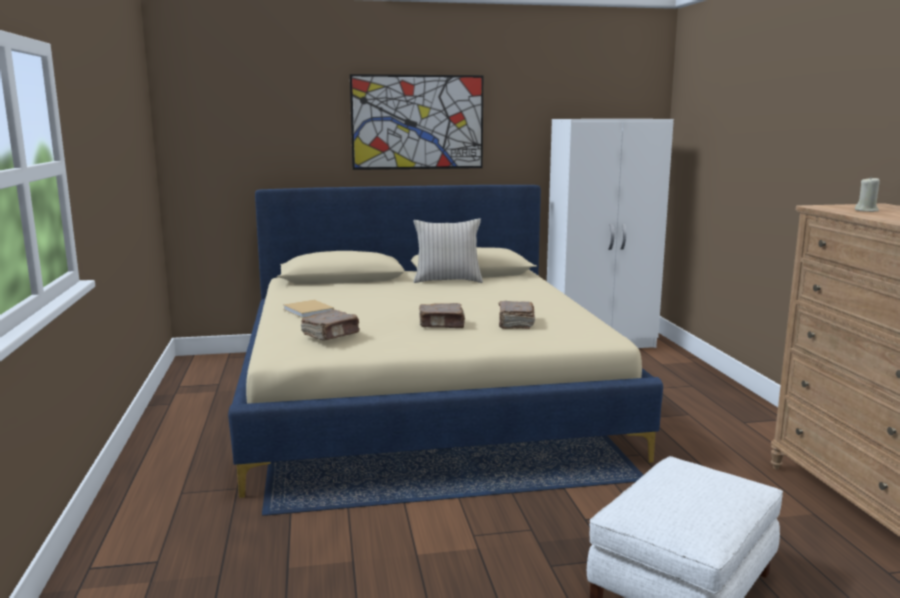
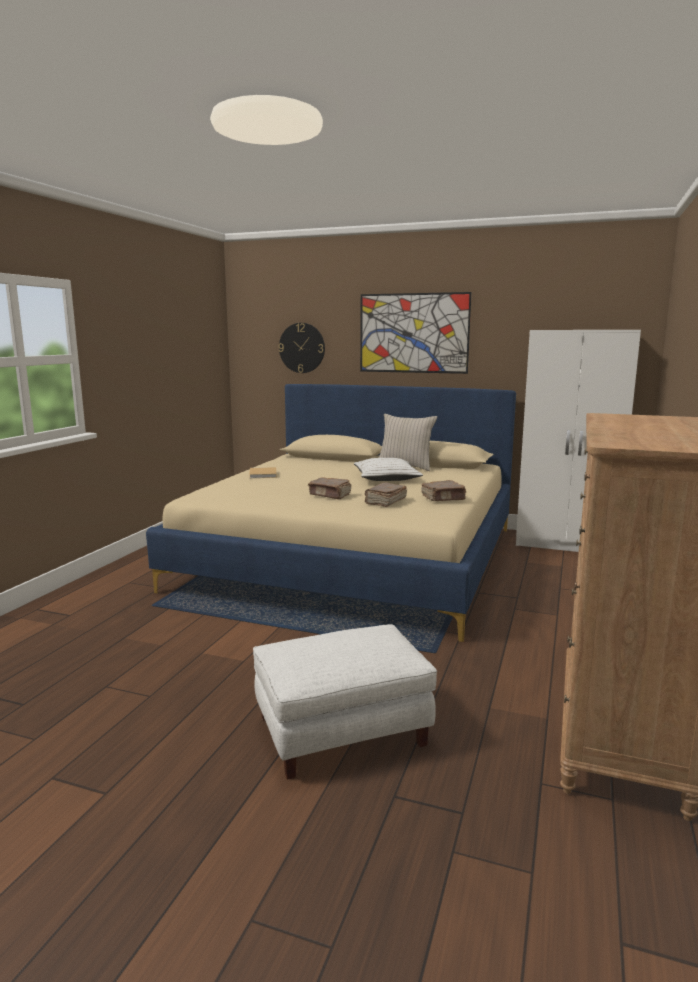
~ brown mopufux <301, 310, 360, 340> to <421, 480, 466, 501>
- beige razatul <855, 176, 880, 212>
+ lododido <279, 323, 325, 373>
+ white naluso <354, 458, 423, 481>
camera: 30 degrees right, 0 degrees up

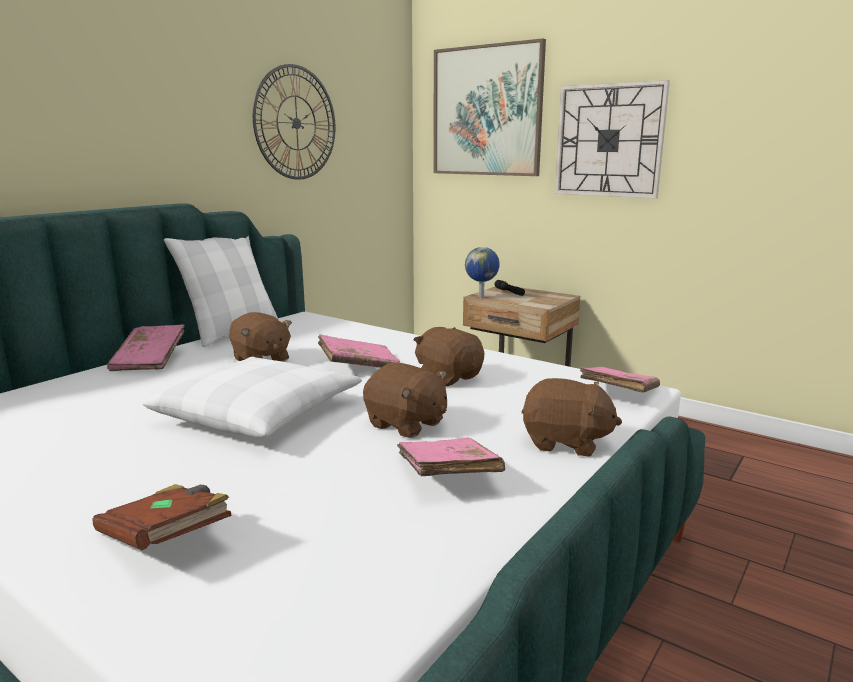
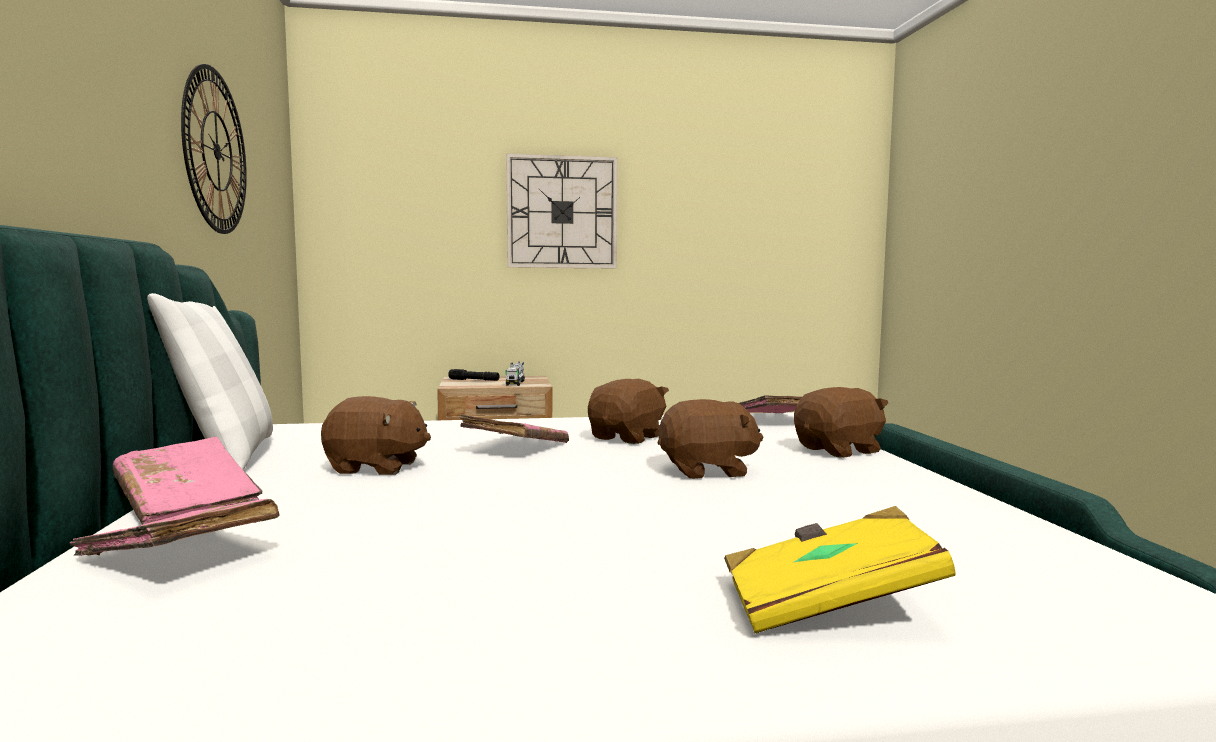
~ brown mopufux <93, 484, 232, 550> to yellow mopufux <724, 506, 956, 633>
- white naluso <143, 357, 362, 439>
~ pink mopufux <397, 438, 505, 476> to <70, 499, 279, 556>
~ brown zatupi <413, 327, 484, 386> = <588, 379, 669, 444> 120 degrees clockwise
- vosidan <433, 38, 546, 176>
- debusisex <465, 247, 500, 298>
+ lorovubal <505, 362, 525, 386>
camera: 45 degrees left, 10 degrees down

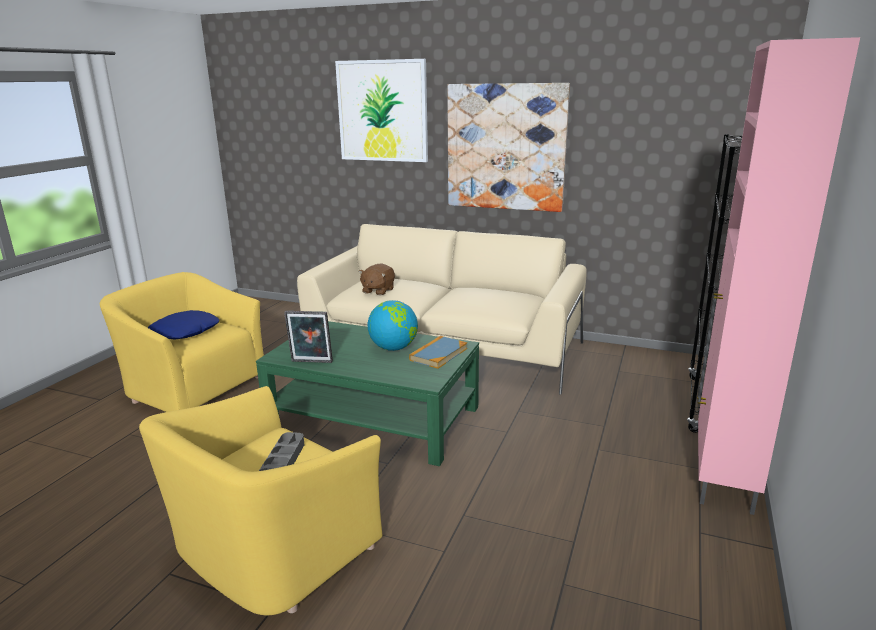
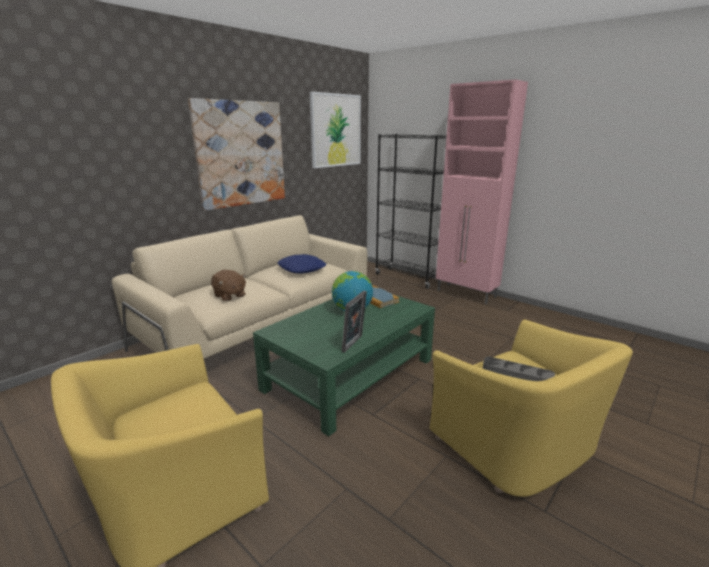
~ blue naluso <148, 310, 219, 340> to <277, 254, 326, 274>
~ vosidan <335, 59, 428, 162> to <310, 92, 361, 168>
camera: 70 degrees left, 0 degrees up

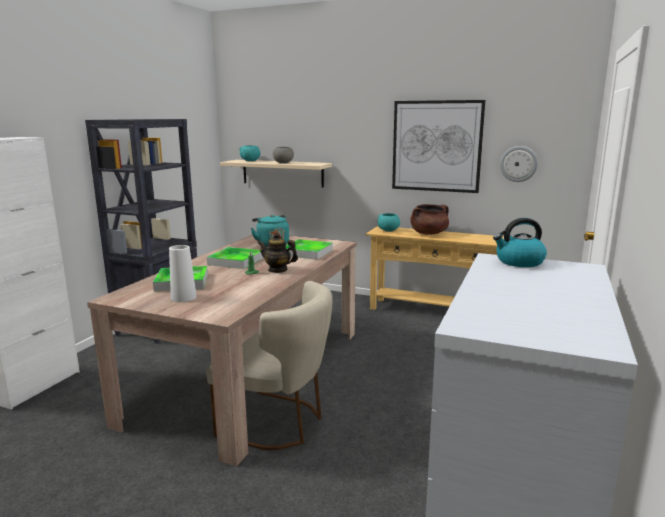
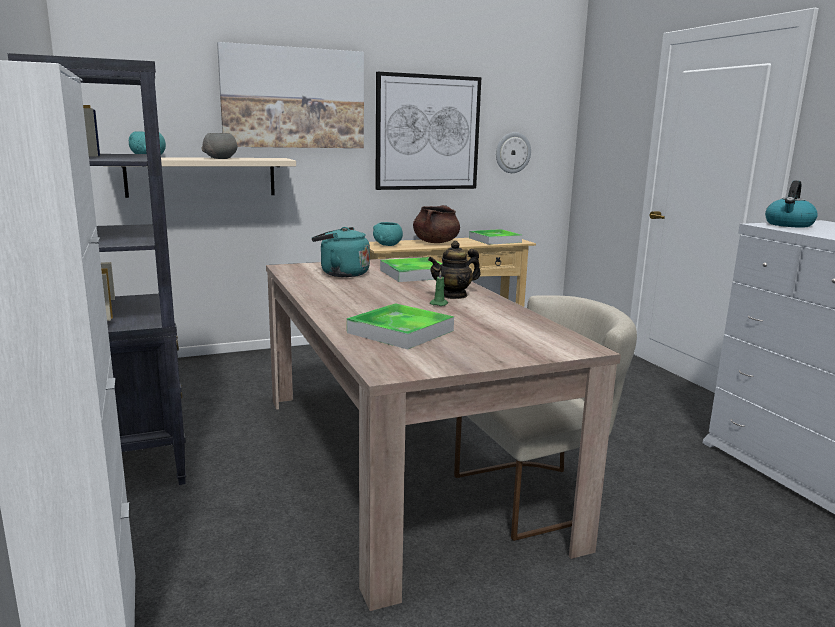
- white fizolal <169, 245, 197, 302>
~ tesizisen <207, 247, 264, 269> to <469, 229, 522, 245>
+ vosidan <217, 42, 364, 148>
camera: 45 degrees left, 0 degrees up

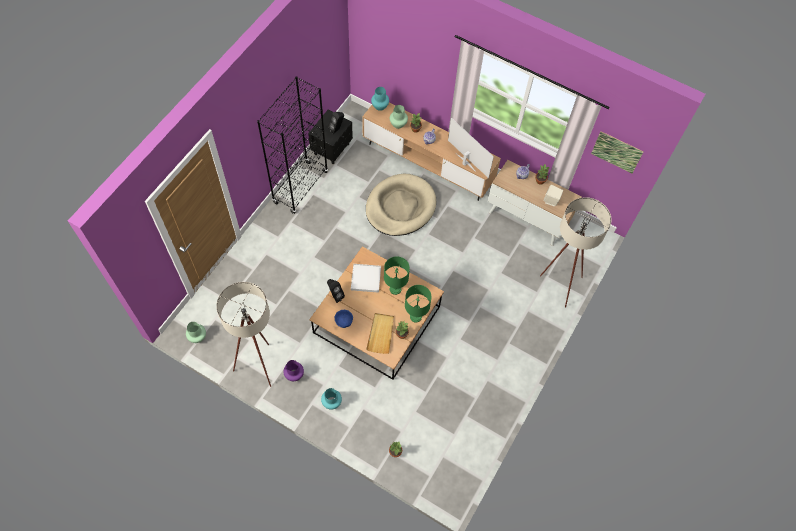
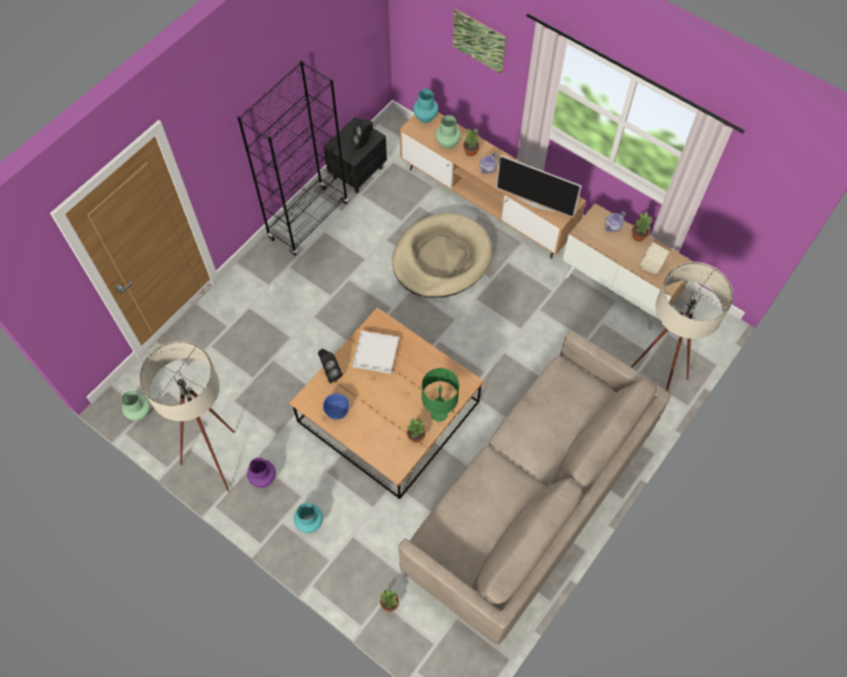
- beige tesizisen <366, 313, 394, 354>
- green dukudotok <384, 256, 410, 295>
~ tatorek <448, 118, 494, 178> = <496, 155, 581, 218> 150 degrees clockwise
~ vosidan <591, 131, 644, 174> to <453, 9, 506, 74>
+ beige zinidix <399, 331, 671, 645>
camera: 10 degrees right, 0 degrees up

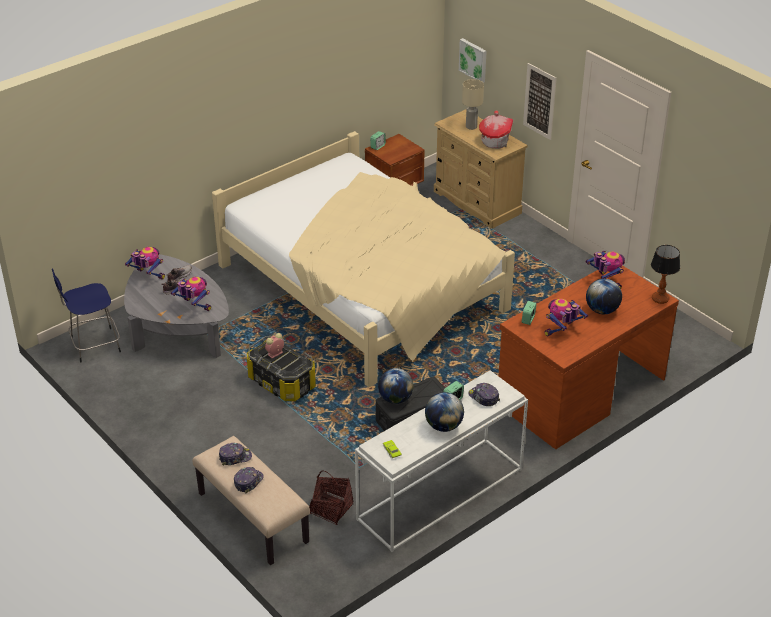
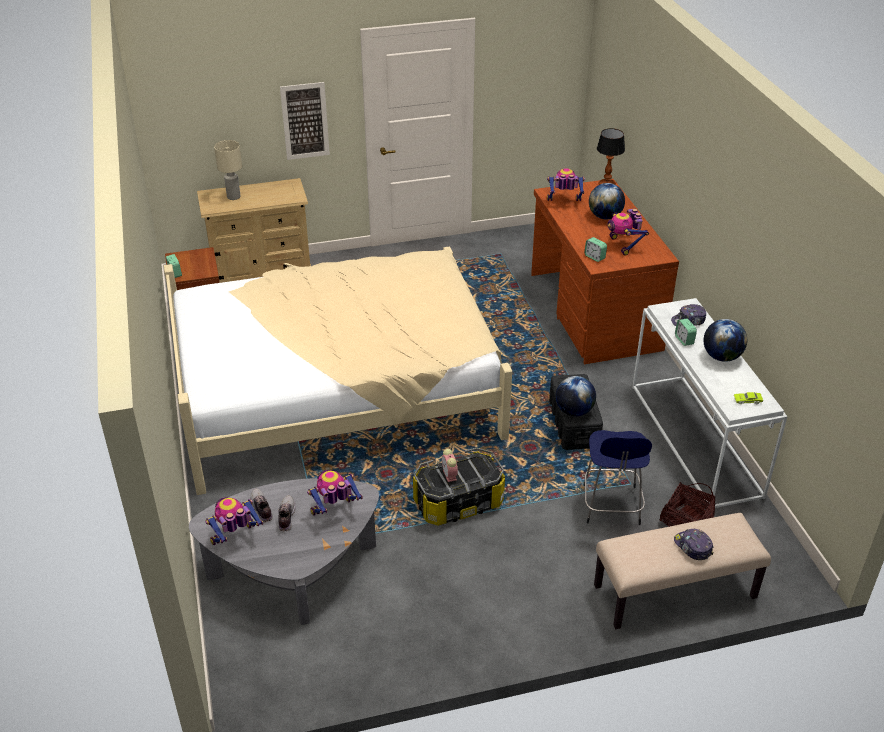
~ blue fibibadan <52, 269, 121, 362> to <583, 430, 652, 525>
- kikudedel <219, 443, 252, 465>
- vosidan <459, 38, 487, 83>
- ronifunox <479, 111, 513, 149>
camera: 65 degrees left, 0 degrees up

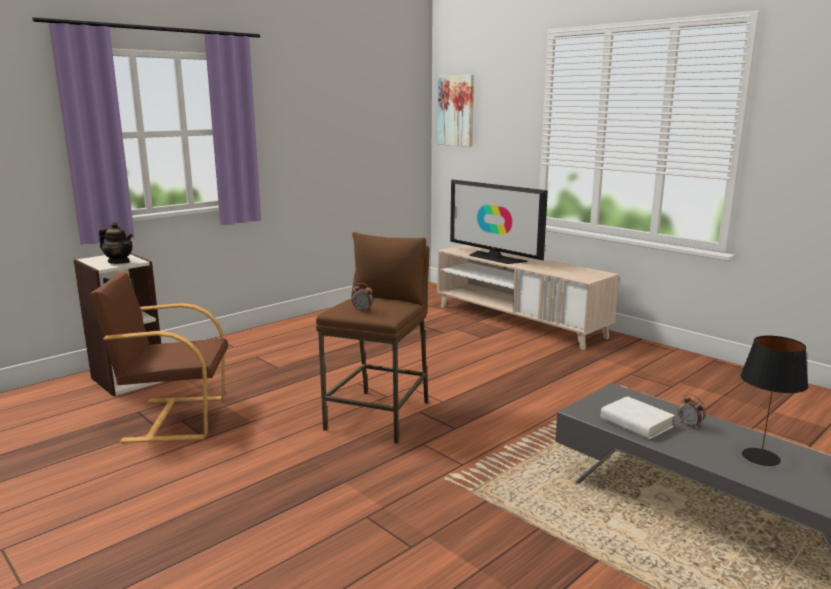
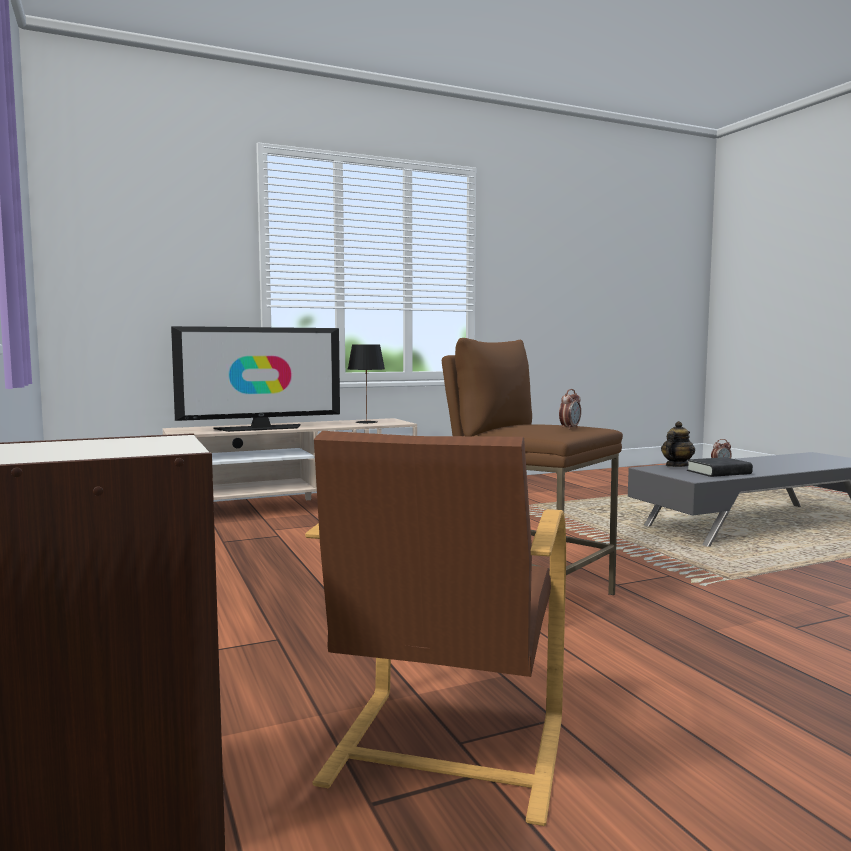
~ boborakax <99, 222, 133, 264> to <661, 421, 695, 467>
- vosidan <438, 75, 474, 147>
~ white mopufux <601, 396, 675, 439> to black mopufux <687, 457, 753, 477>
~ black dukudotok <740, 336, 808, 466> to <348, 345, 385, 424>
camera: 70 degrees left, 10 degrees down

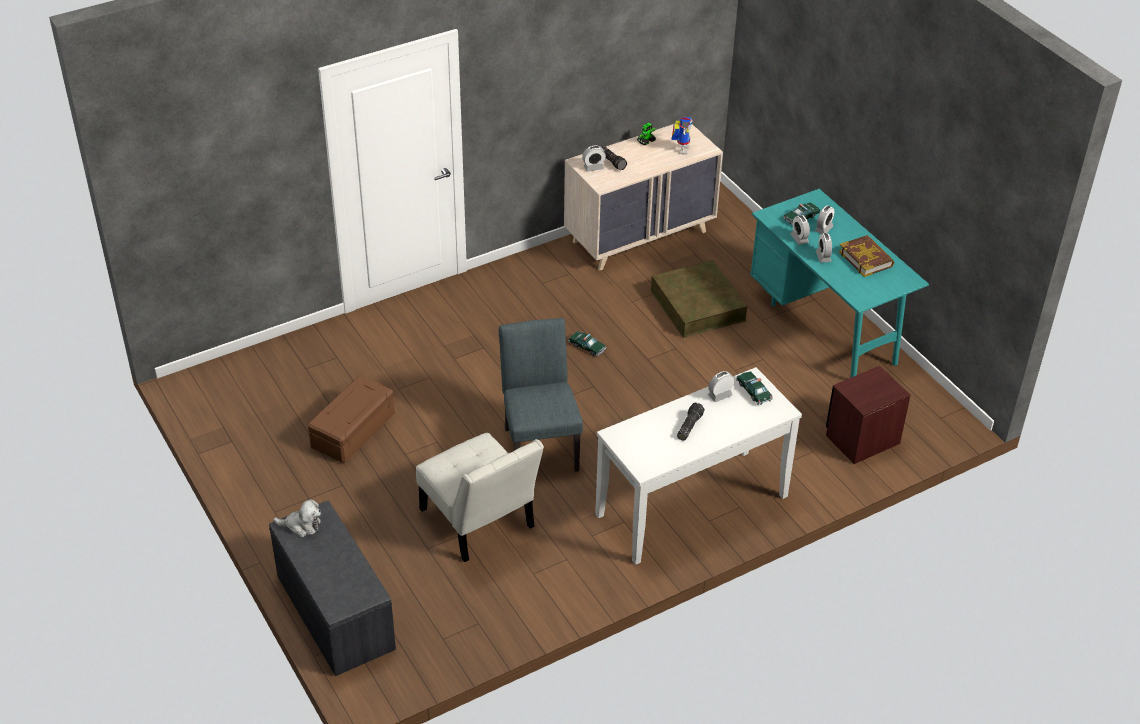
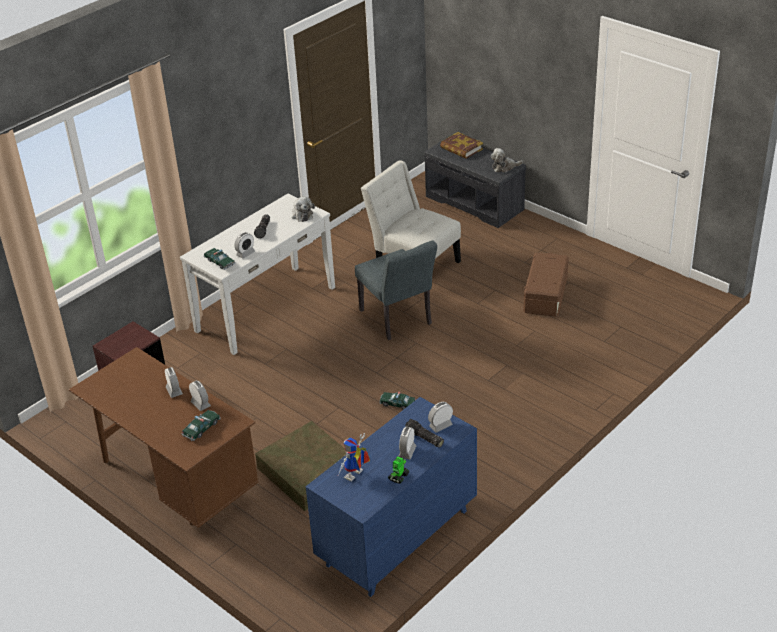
~ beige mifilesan <564, 124, 723, 271> to blue mifilesan <306, 397, 477, 597>
~ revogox <671, 117, 693, 155> = <337, 433, 370, 482> 45 degrees clockwise
~ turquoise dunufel <750, 189, 929, 378> to brown dunufel <69, 347, 259, 528>
~ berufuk <815, 205, 835, 234> to <398, 427, 416, 459>
~ mopufux <839, 235, 894, 277> to <440, 132, 483, 159>
+ zatupi <292, 196, 315, 222>
camera: 165 degrees right, 5 degrees down

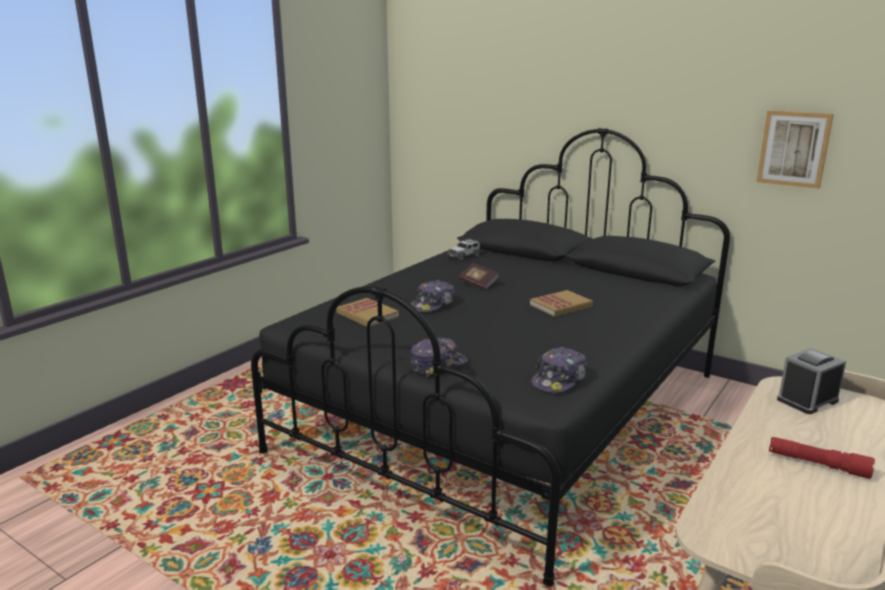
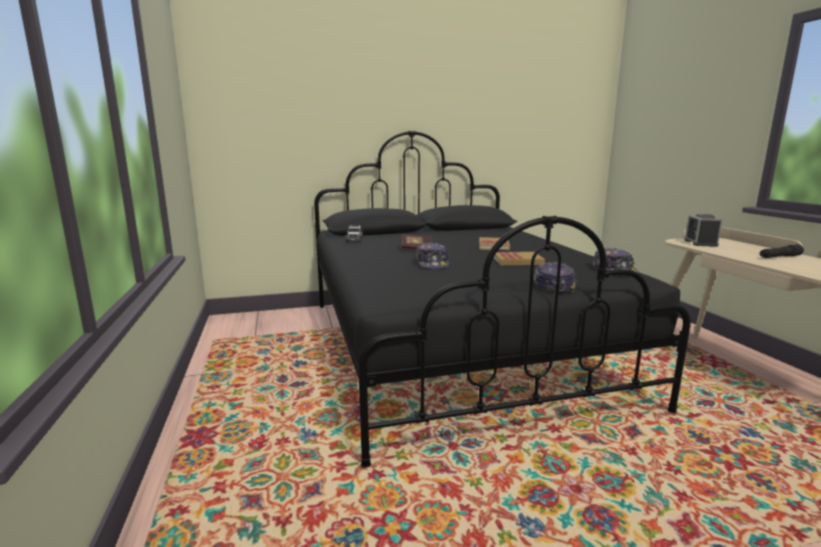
~ mopufux <336, 298, 399, 327> to <493, 252, 545, 265>
- vosidan <756, 110, 834, 189>
~ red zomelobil <769, 437, 875, 479> to black zomelobil <760, 244, 804, 258>
camera: 50 degrees left, 5 degrees down

